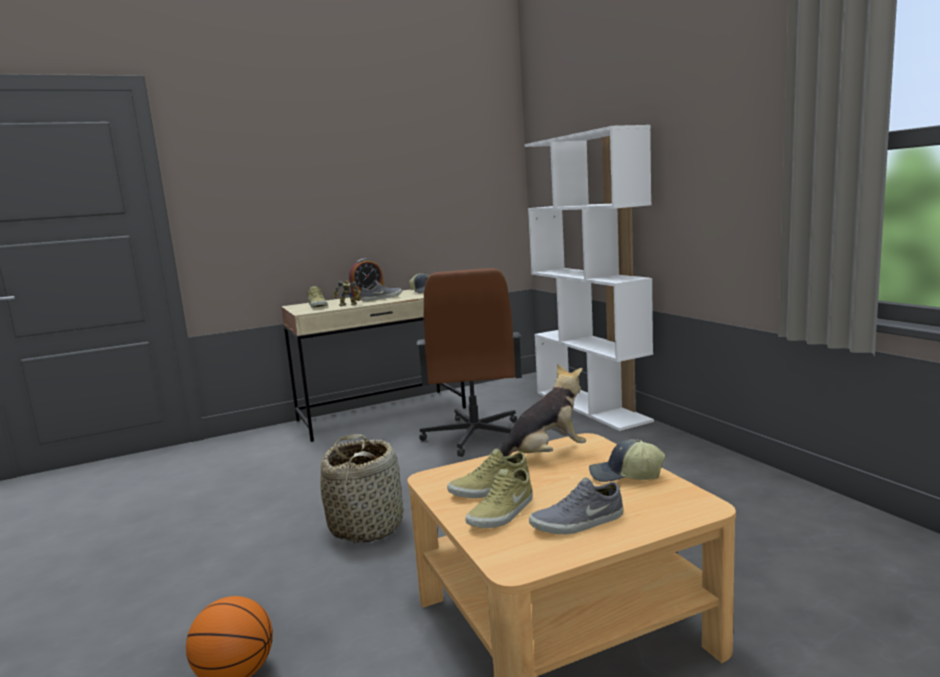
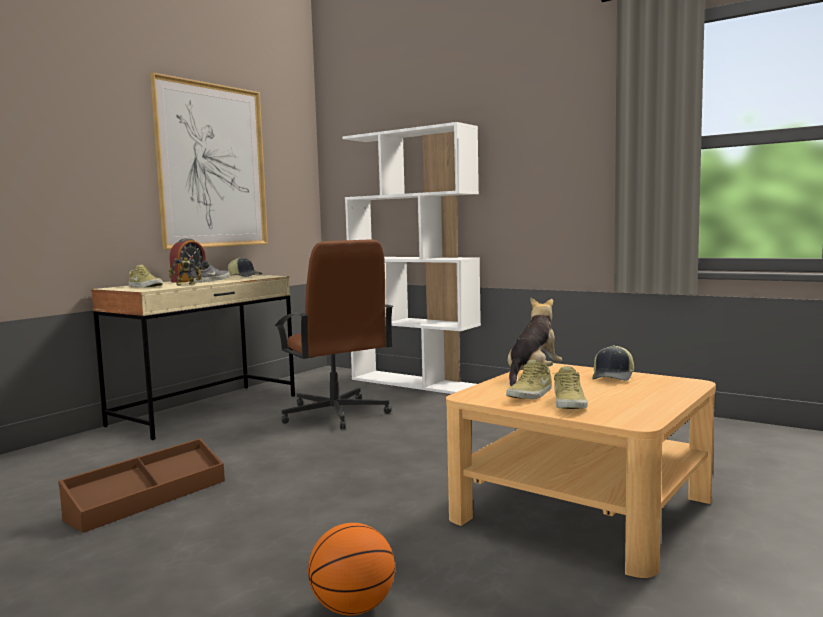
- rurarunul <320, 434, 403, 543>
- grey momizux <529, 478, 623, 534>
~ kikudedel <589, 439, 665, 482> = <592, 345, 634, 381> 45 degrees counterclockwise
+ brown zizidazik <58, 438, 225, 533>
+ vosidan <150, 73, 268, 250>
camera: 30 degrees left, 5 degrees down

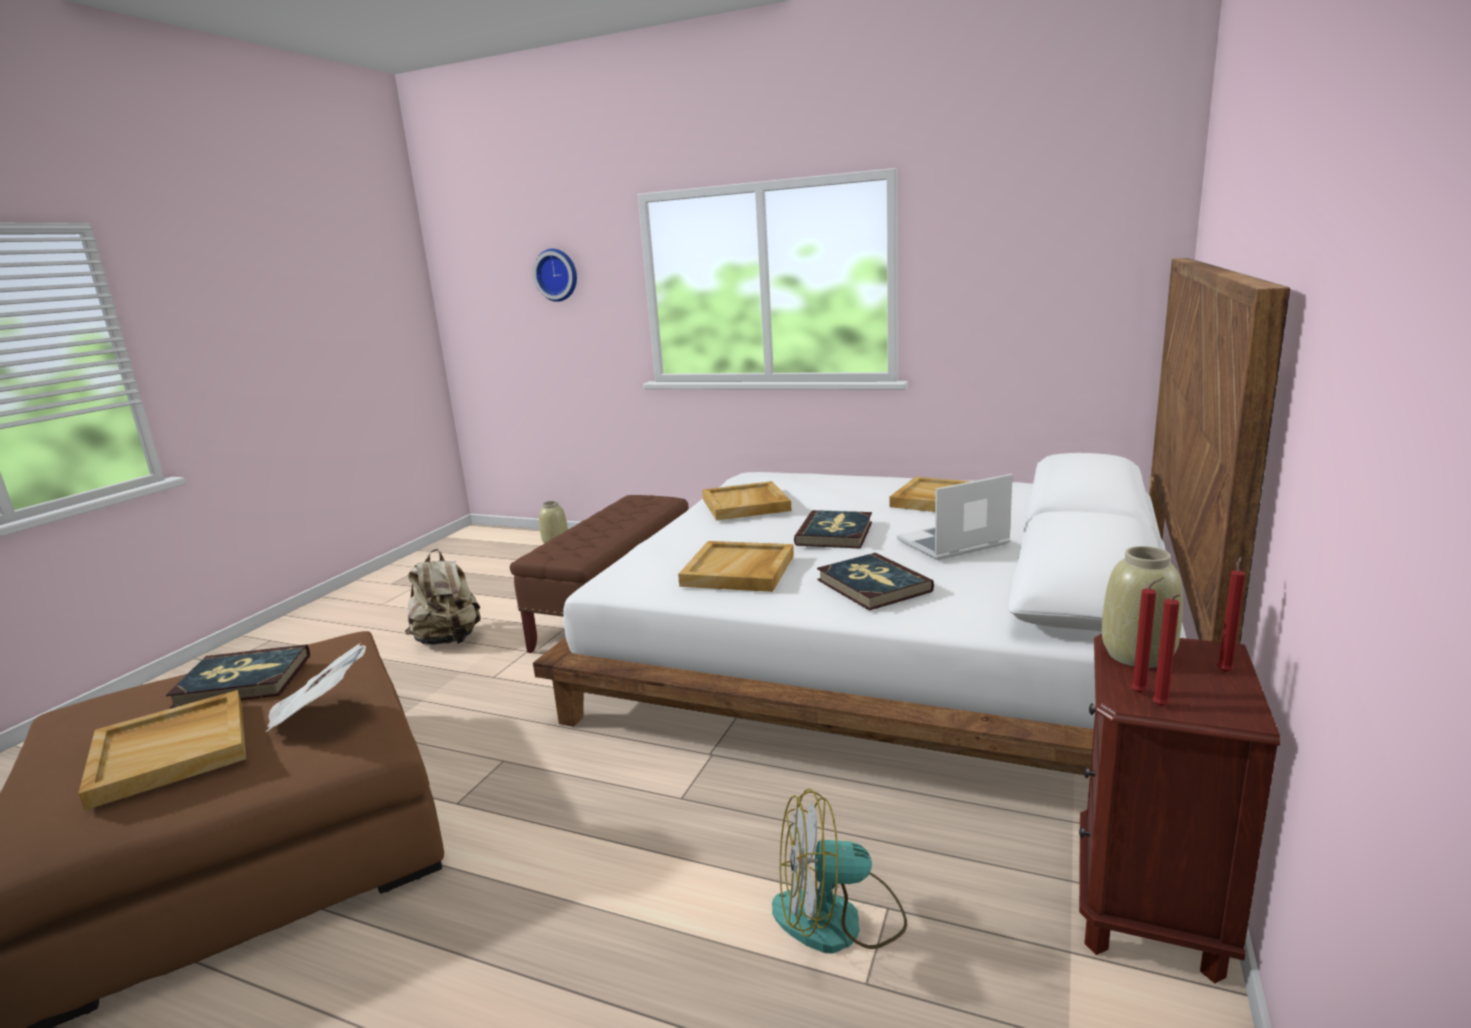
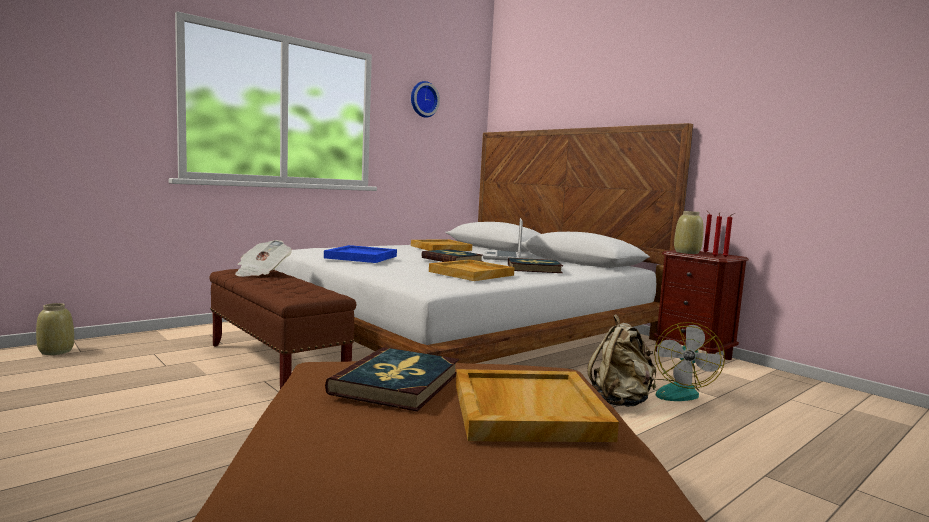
~ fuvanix <265, 643, 366, 733> to <235, 240, 292, 277>
~ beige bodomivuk <405, 549, 481, 645> to <587, 314, 656, 407>
~ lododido <533, 249, 577, 302> to <411, 81, 440, 118>
~ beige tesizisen <702, 481, 791, 521> to blue tesizisen <324, 245, 397, 263>
camera: 65 degrees left, 10 degrees down

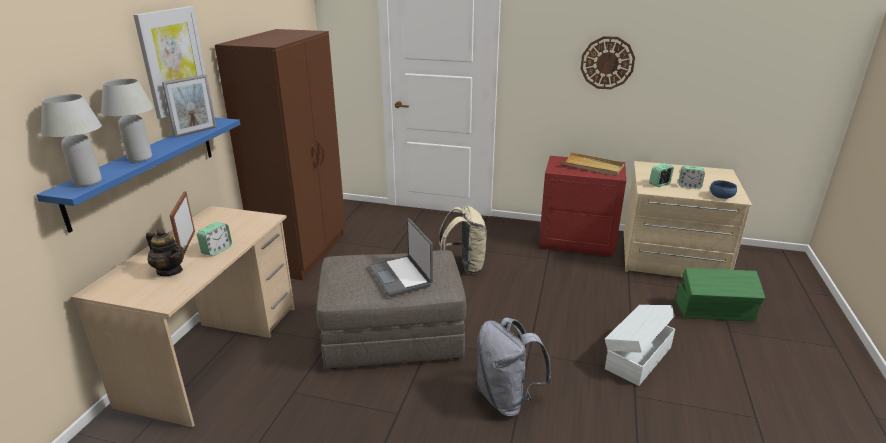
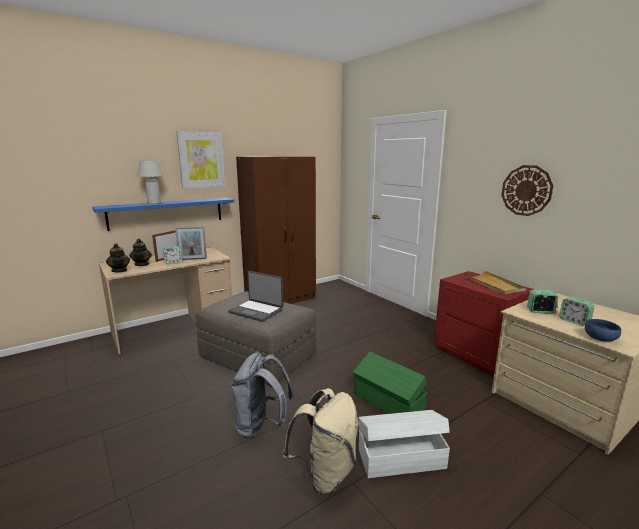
- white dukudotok <41, 94, 102, 186>
~ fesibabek <162, 75, 217, 138> to <175, 226, 207, 260>
~ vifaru <369, 218, 433, 297> = <228, 271, 283, 322> 75 degrees counterclockwise
~ beige bodomivuk <439, 206, 487, 274> to <283, 388, 358, 494>
~ green zizidazik <676, 268, 765, 322> to <353, 352, 427, 414>
+ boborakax <106, 243, 130, 273>
camera: 40 degrees right, 10 degrees down

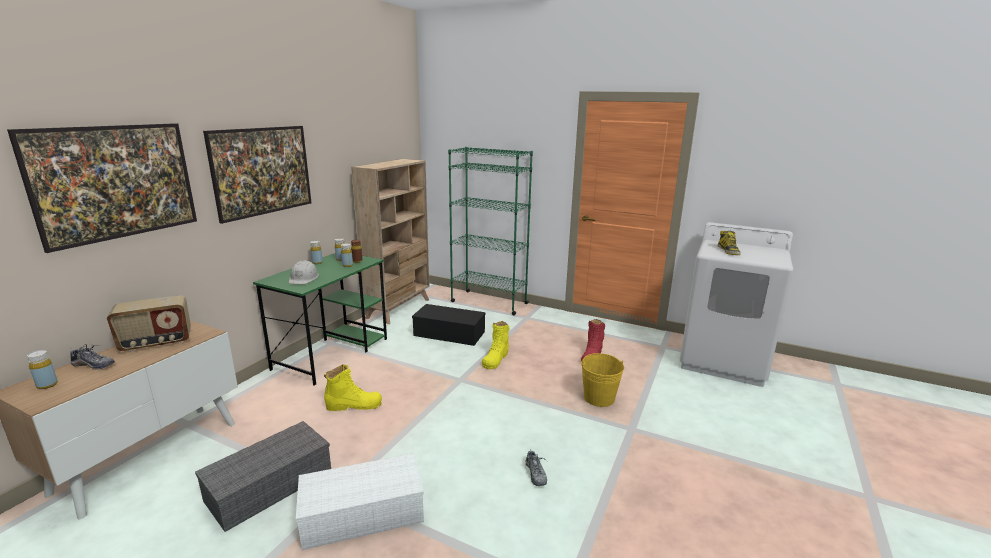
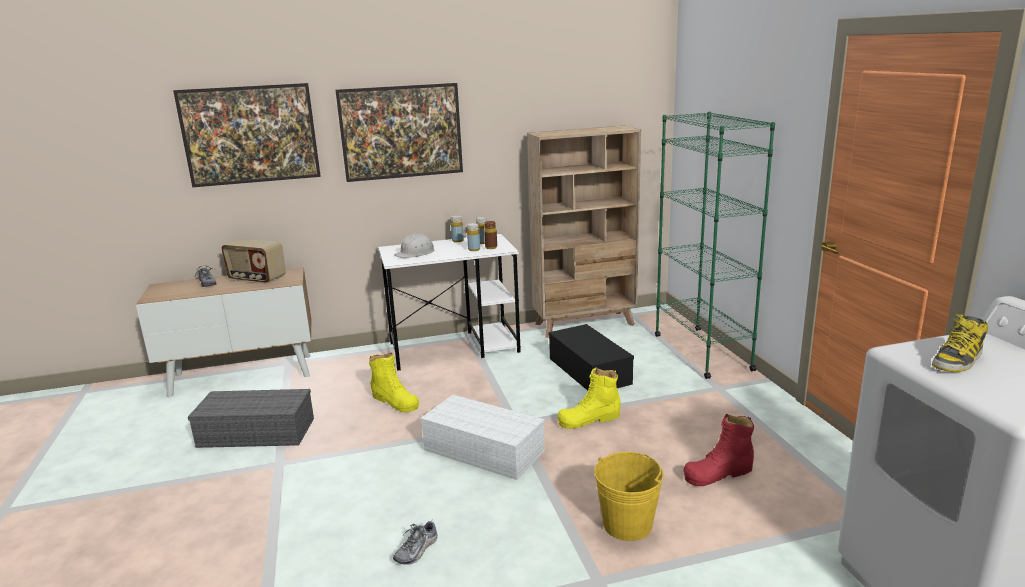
- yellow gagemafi <27, 350, 58, 389>
~ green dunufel <253, 253, 387, 386> to white dunufel <378, 234, 521, 371>
~ white zizidazik <296, 453, 424, 550> to <420, 395, 545, 480>
camera: 50 degrees right, 0 degrees up

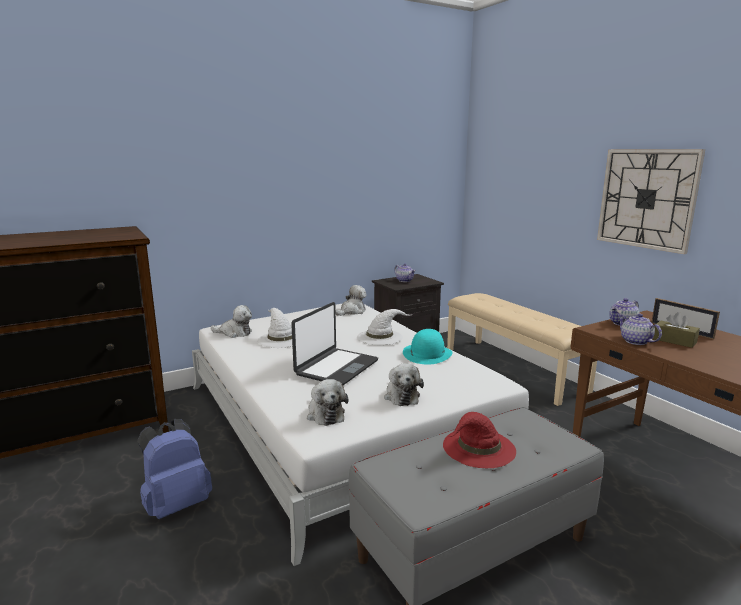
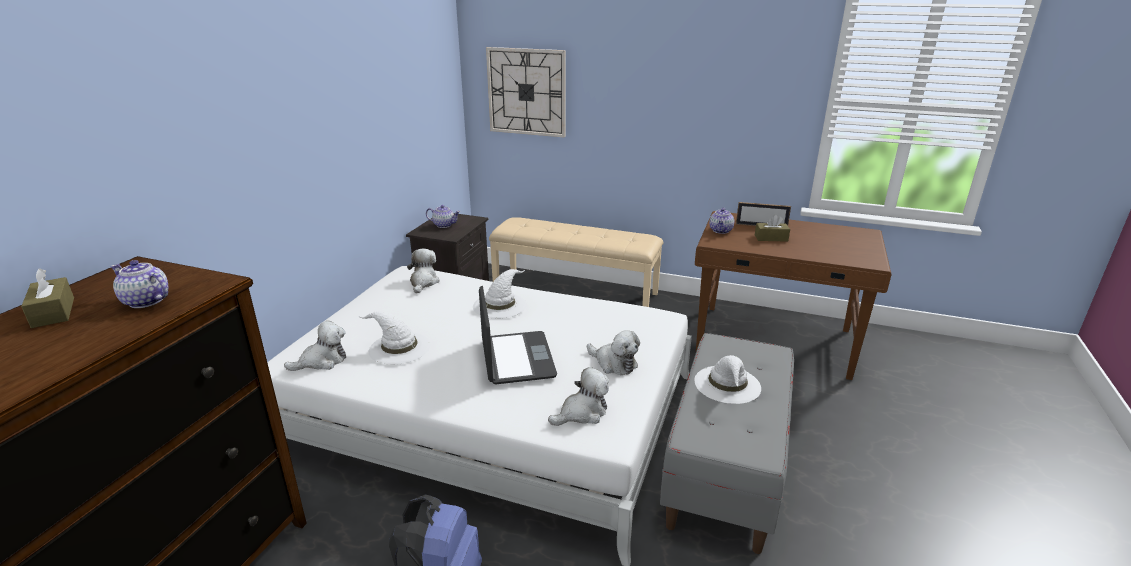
~ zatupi <307, 379, 349, 426> = <548, 367, 609, 426> 60 degrees counterclockwise
- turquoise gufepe <403, 329, 453, 365>
~ red gufepe <443, 412, 516, 468> to white gufepe <694, 355, 761, 404>
~ lododido <597, 149, 705, 254> to <486, 47, 566, 138>
~ boborakax <618, 314, 662, 345> to <110, 260, 168, 308>
+ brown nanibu <21, 268, 74, 328>
camera: 40 degrees left, 10 degrees up

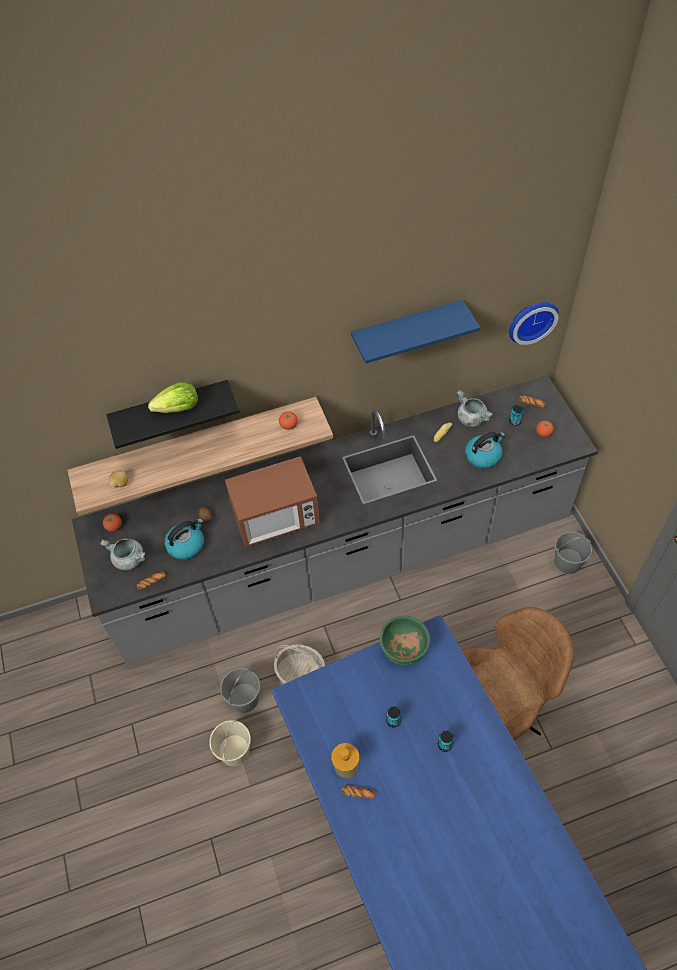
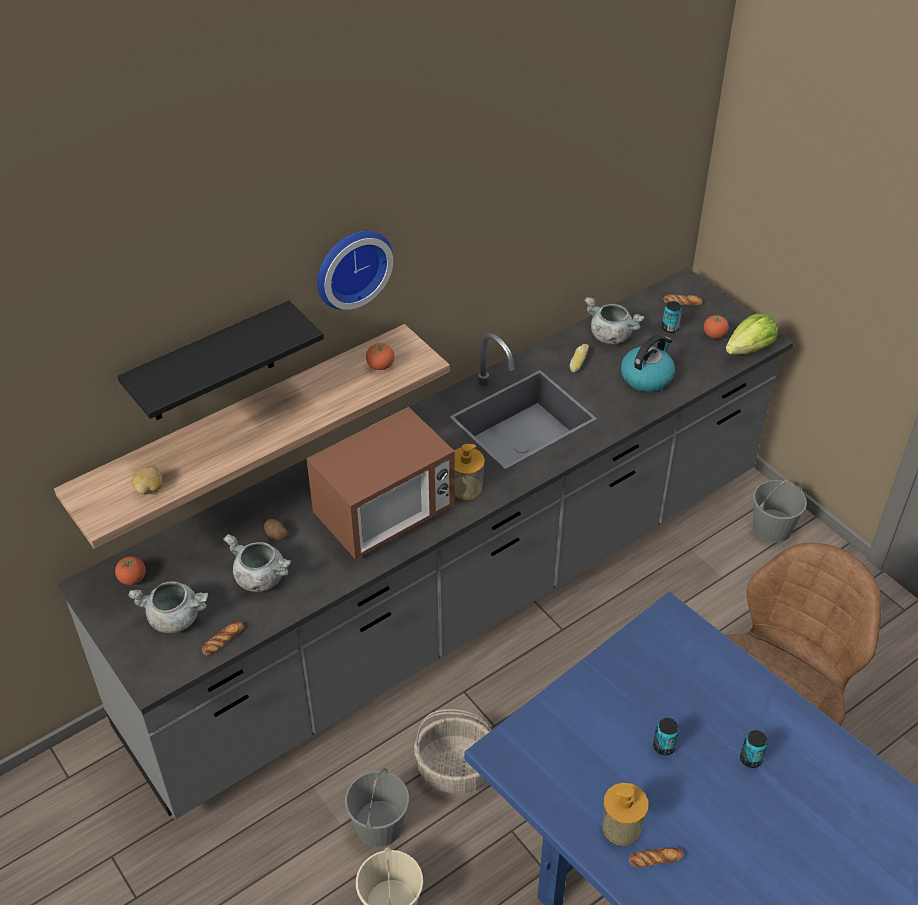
~ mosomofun <148, 382, 198, 413> to <725, 314, 778, 355>
~ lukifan <165, 518, 204, 560> to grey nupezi <223, 534, 291, 592>
- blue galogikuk <351, 300, 480, 364>
- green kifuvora <380, 615, 430, 666>
~ lododido <509, 302, 559, 345> to <317, 231, 393, 310>
+ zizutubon <454, 444, 485, 500>
camera: 20 degrees left, 10 degrees down

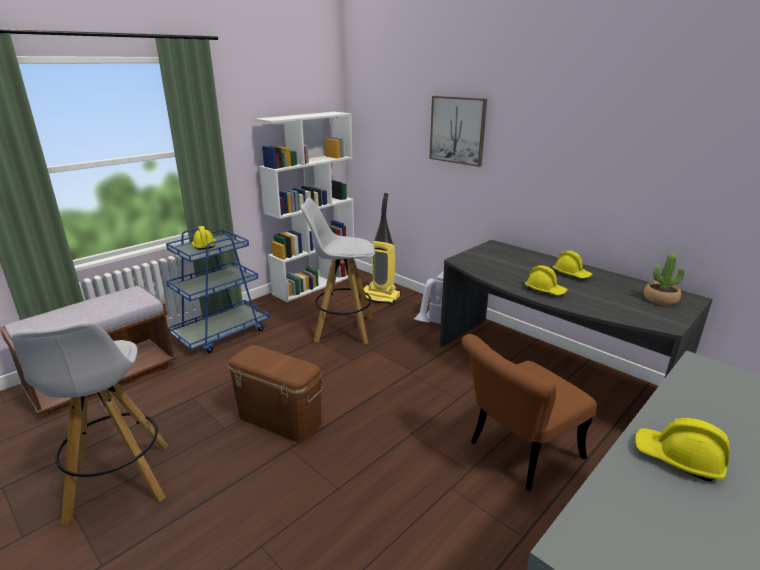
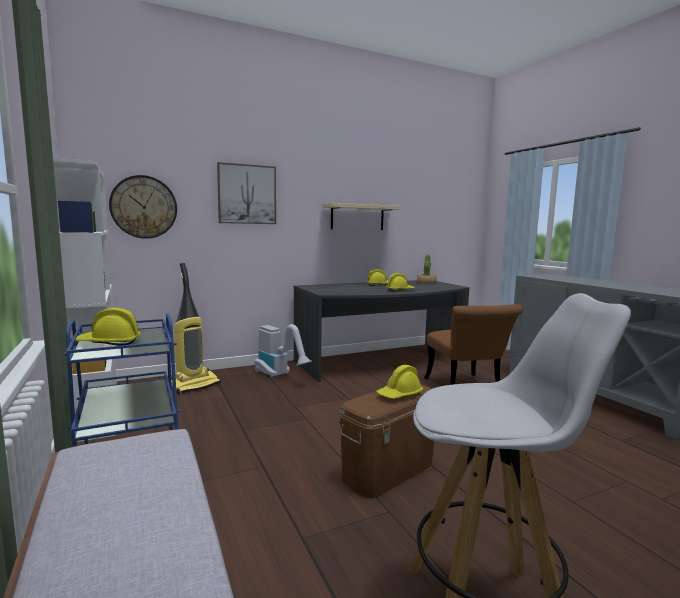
- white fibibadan <301, 198, 375, 345>
~ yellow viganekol <635, 418, 730, 482> to <376, 365, 424, 399>
+ lododido <109, 175, 177, 239>
+ beige galogikuk <323, 203, 402, 230>
camera: 70 degrees left, 15 degrees down

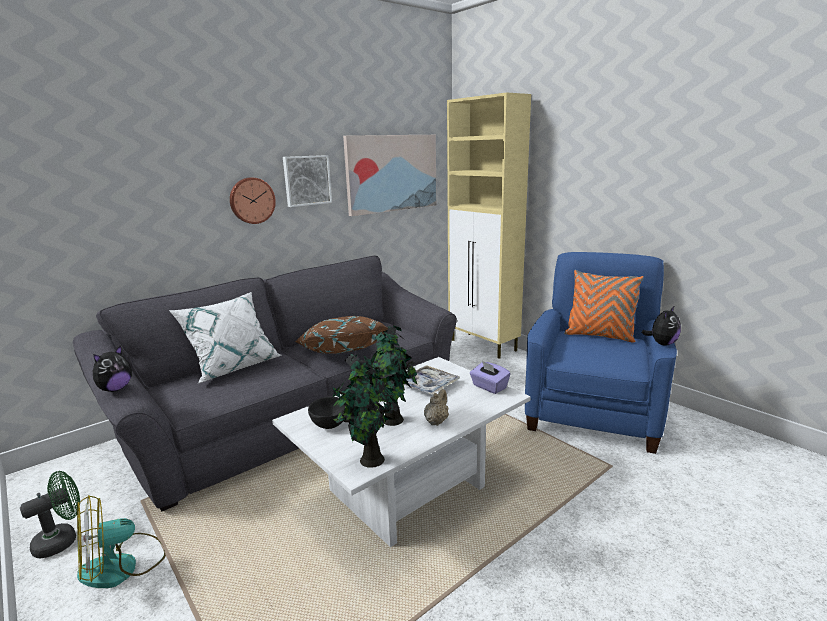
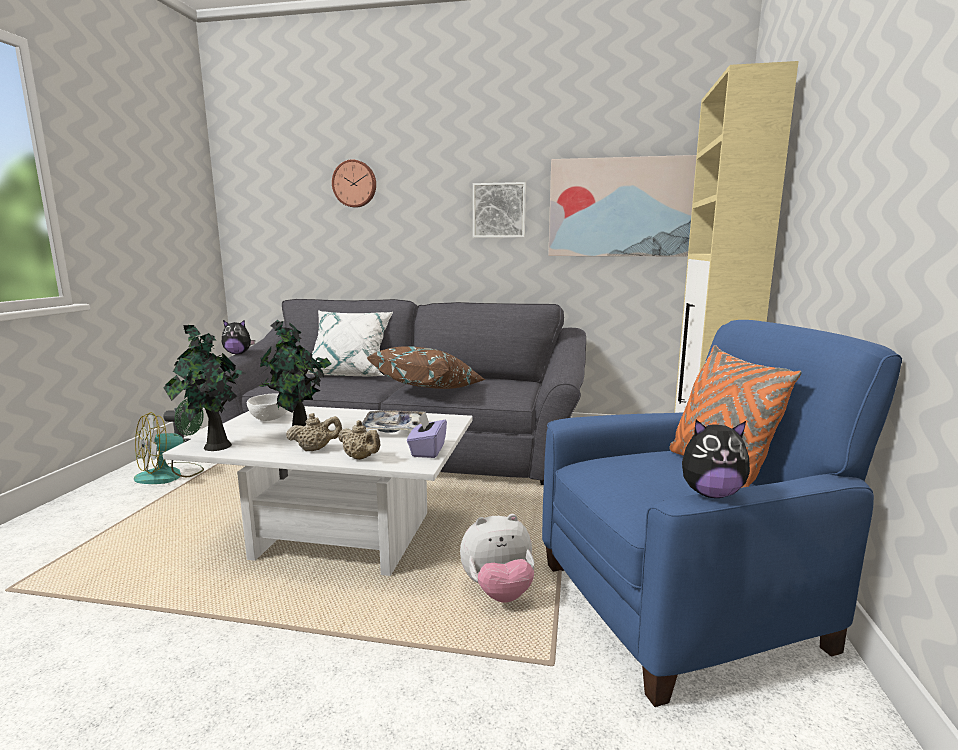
~ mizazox <77, 495, 166, 588> = <134, 412, 204, 484> 60 degrees counterclockwise
~ lododido <230, 177, 276, 224> to <332, 159, 376, 208>
~ black kifuvora <308, 397, 345, 429> to white kifuvora <247, 393, 288, 421>
+ beige boborakax <338, 420, 380, 460>
+ zatupi <460, 514, 535, 603>
camera: 50 degrees right, 5 degrees down

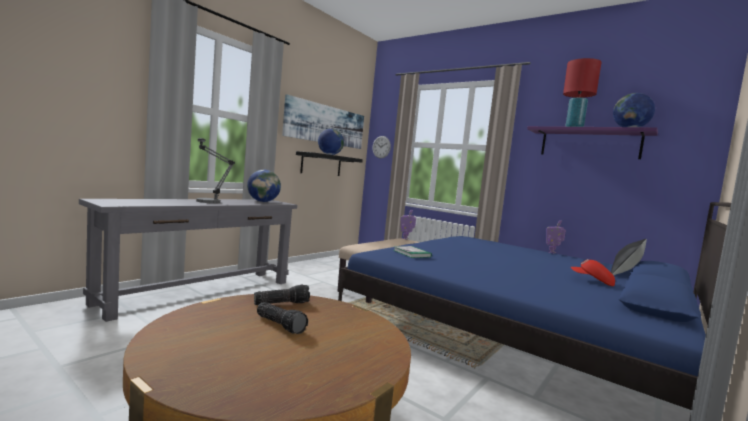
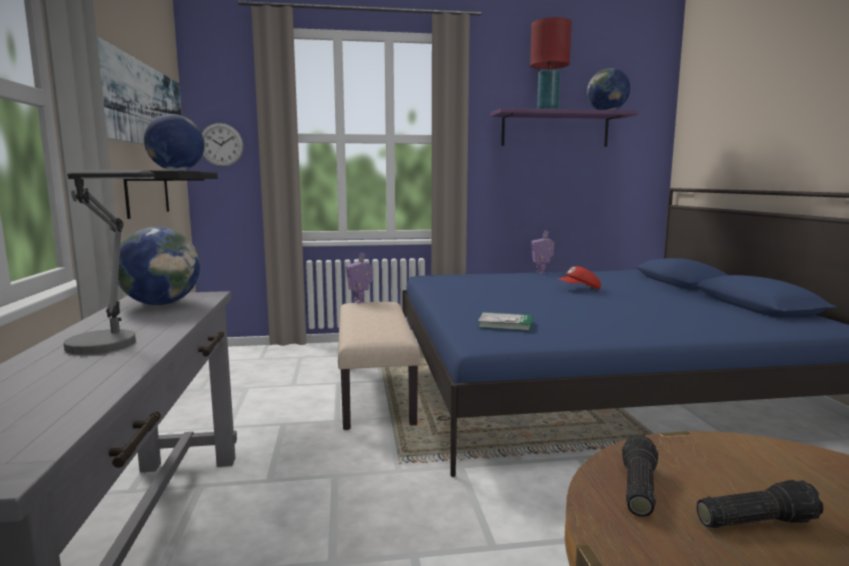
~ red kikudedel <571, 259, 615, 286> to <558, 266, 601, 289>
- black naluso <611, 239, 647, 275>
camera: 45 degrees left, 5 degrees up

